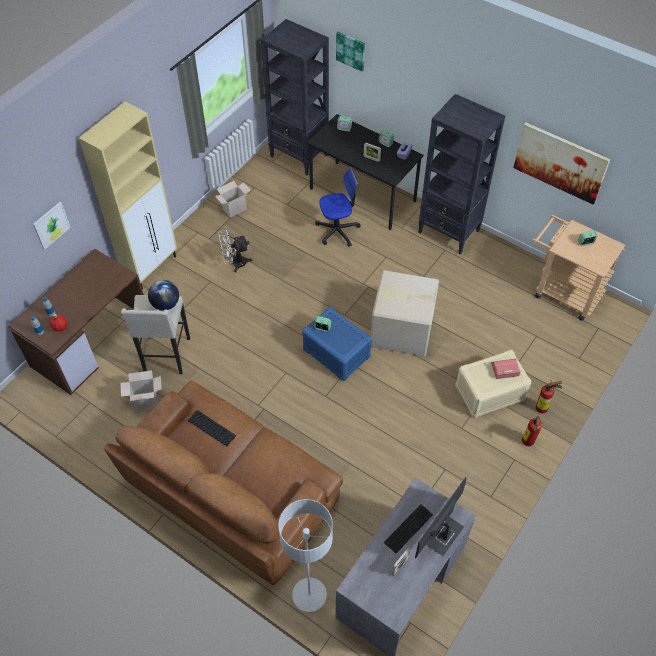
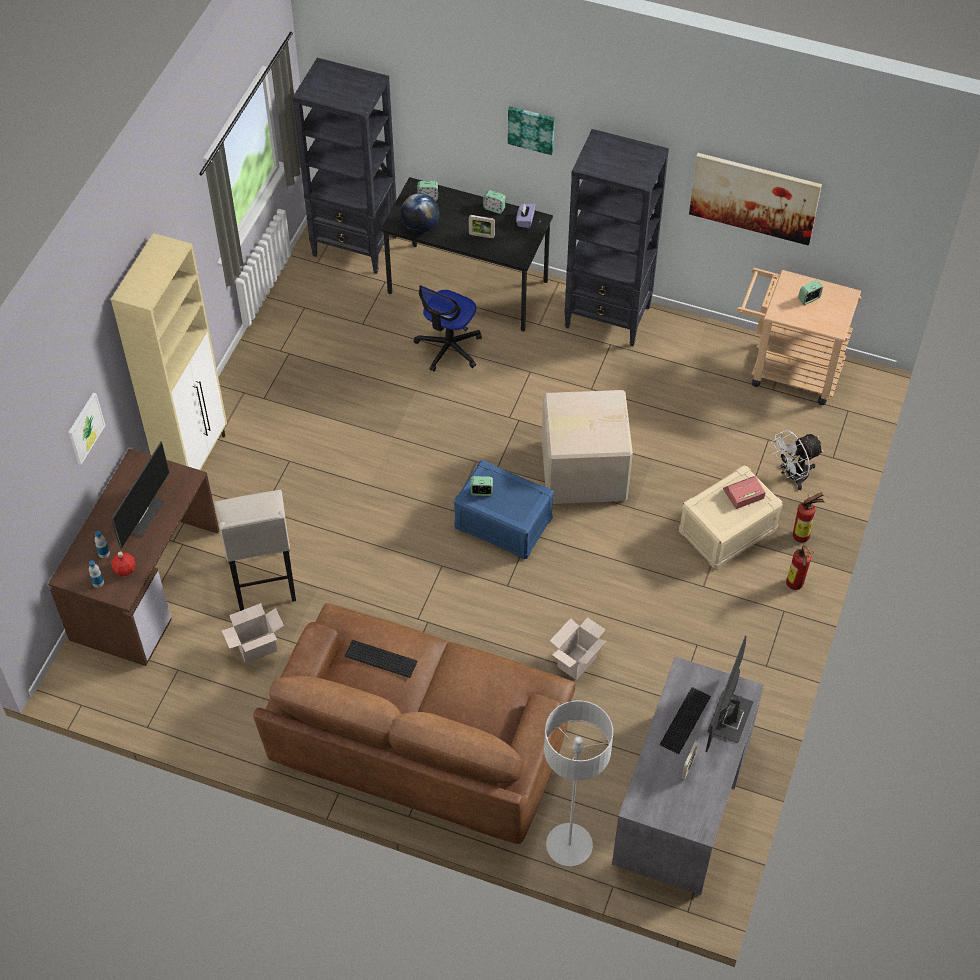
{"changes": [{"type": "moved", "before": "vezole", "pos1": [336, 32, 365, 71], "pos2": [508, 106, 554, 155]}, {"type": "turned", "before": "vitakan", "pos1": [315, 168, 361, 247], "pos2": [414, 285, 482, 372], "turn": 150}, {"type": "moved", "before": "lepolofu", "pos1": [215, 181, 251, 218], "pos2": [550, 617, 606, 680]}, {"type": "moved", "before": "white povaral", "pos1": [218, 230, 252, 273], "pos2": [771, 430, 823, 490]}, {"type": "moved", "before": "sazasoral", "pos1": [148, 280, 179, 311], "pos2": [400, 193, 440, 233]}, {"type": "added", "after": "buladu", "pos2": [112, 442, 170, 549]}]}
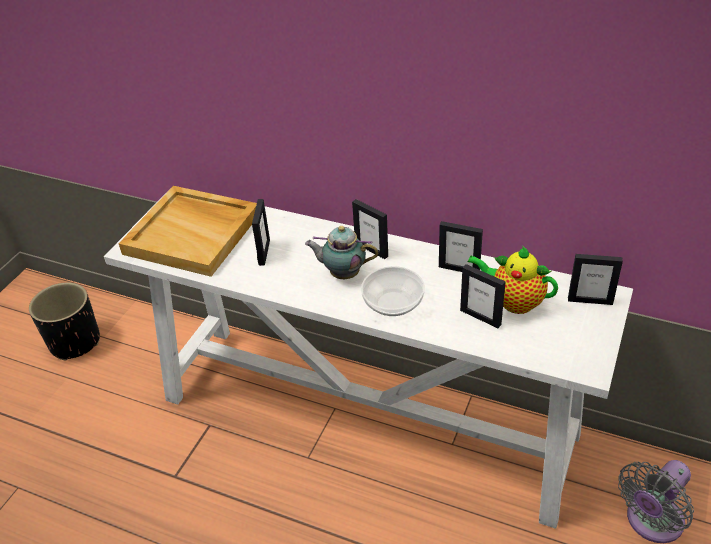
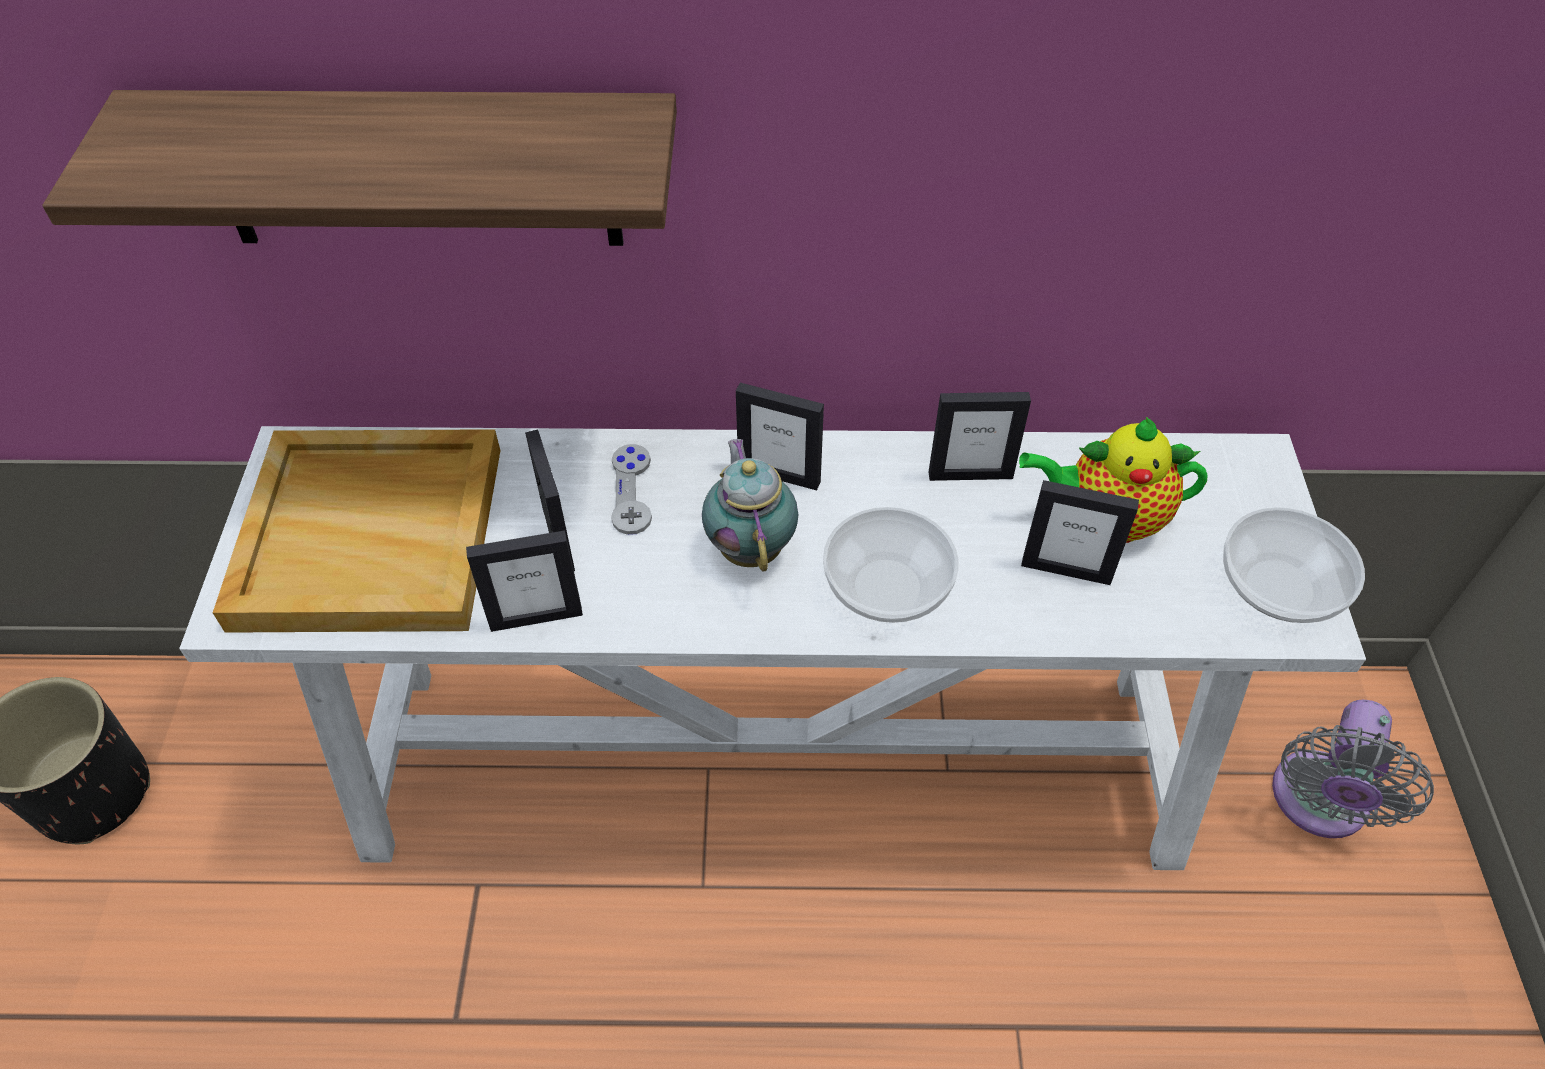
{"changes": [{"type": "turned", "before": "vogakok", "pos1": [305, 226, 378, 279], "pos2": [702, 439, 798, 572], "turn": 90}, {"type": "moved", "before": "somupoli", "pos1": [568, 254, 623, 305], "pos2": [466, 531, 583, 632]}, {"type": "added", "after": "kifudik", "pos2": [42, 90, 677, 246]}, {"type": "added", "after": "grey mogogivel", "pos2": [611, 444, 652, 535]}, {"type": "added", "after": "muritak", "pos2": [1223, 507, 1365, 623]}]}
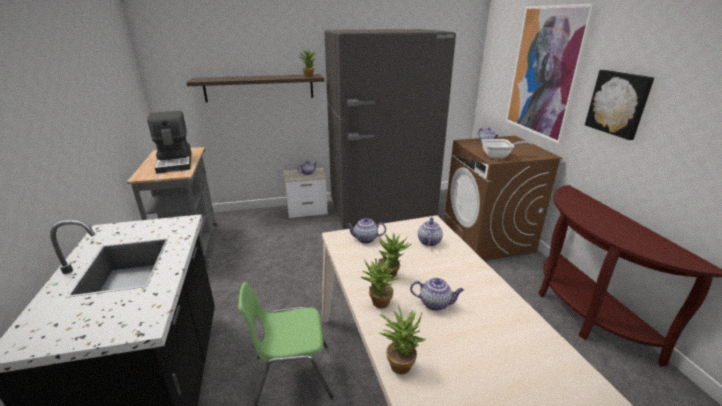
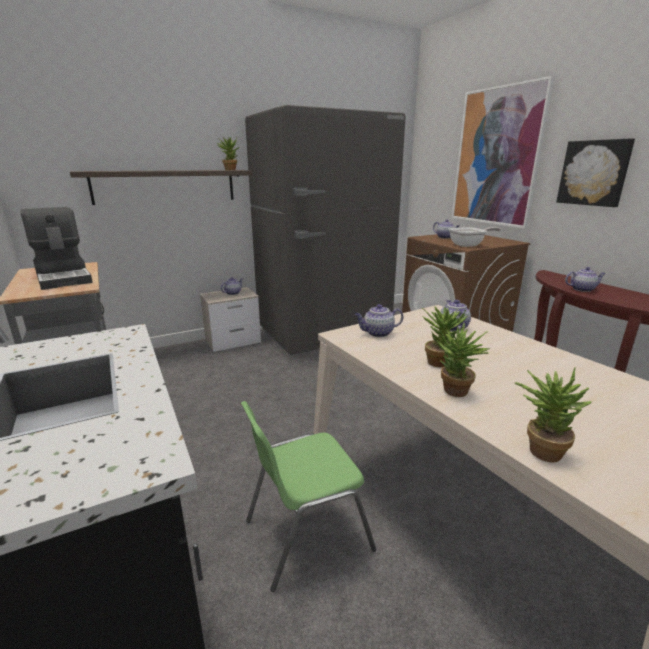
{"changes": [{"type": "moved", "before": "vogakok", "pos1": [410, 278, 464, 311], "pos2": [565, 267, 606, 292]}]}
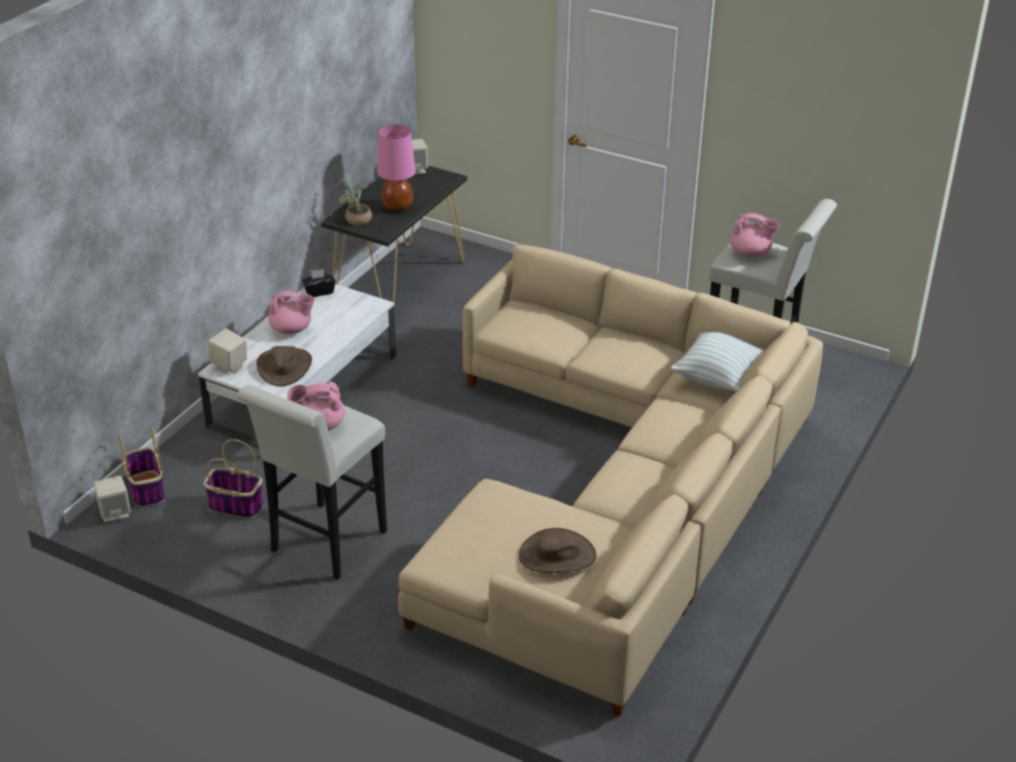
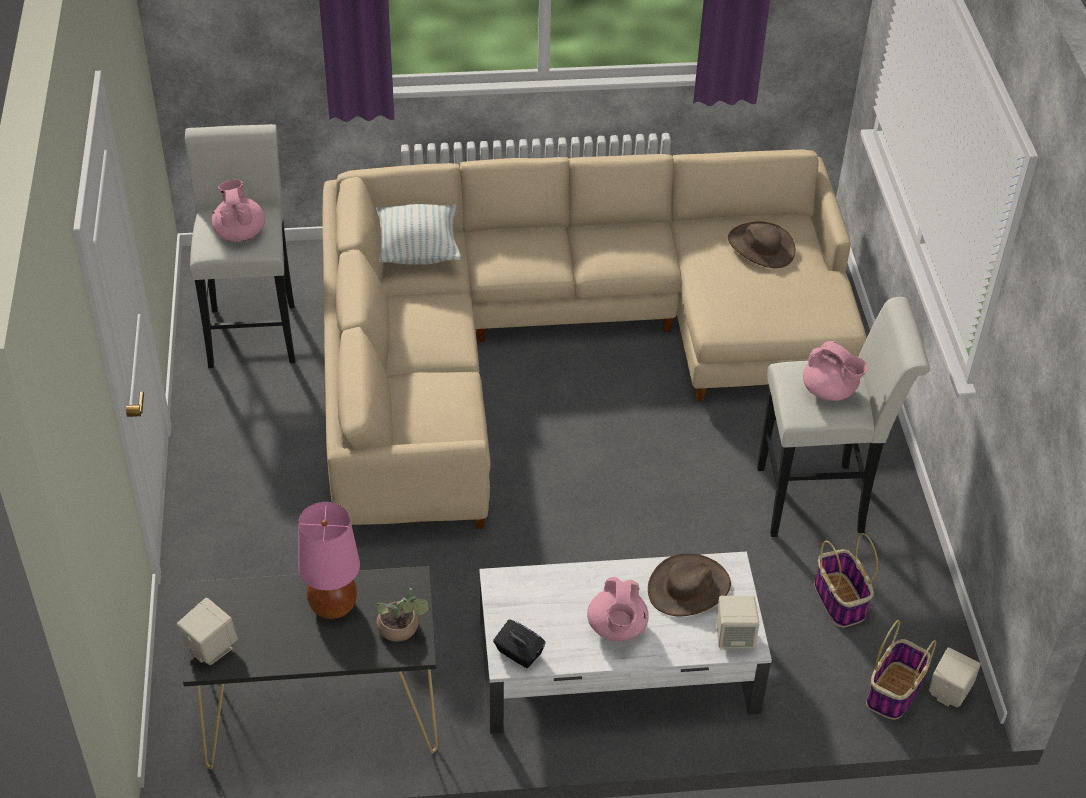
{"changes": [{"type": "turned", "before": "pink vogakok", "pos1": [268, 291, 315, 334], "pos2": [587, 577, 649, 641], "turn": -150}]}
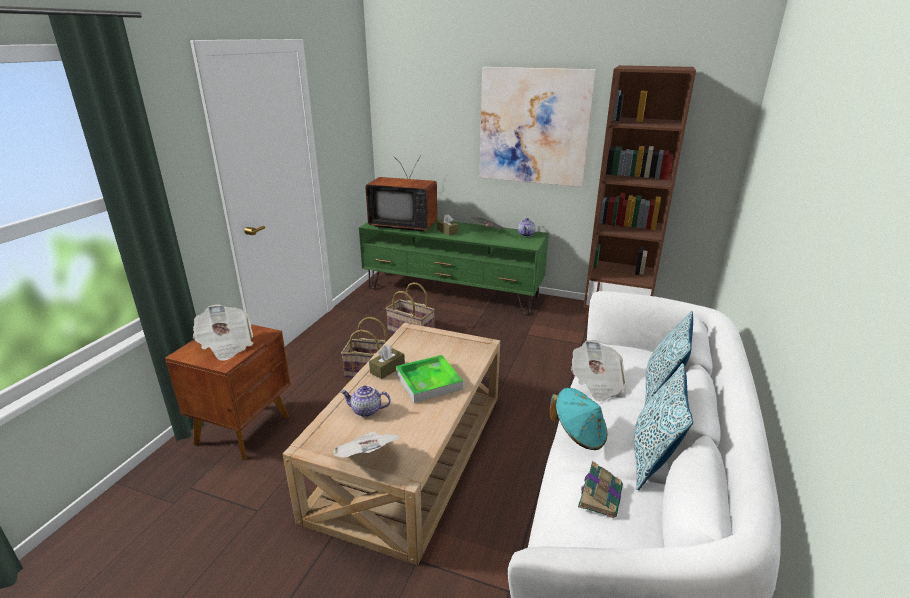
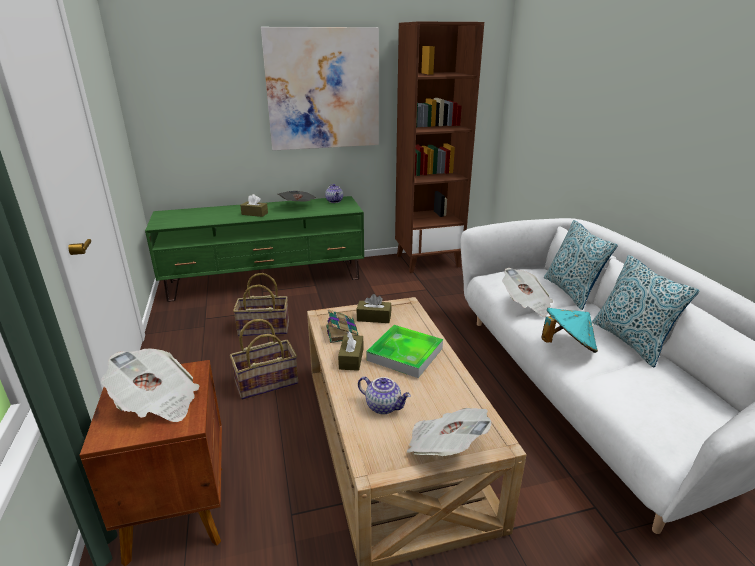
{"changes": [{"type": "removed", "before": "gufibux", "pos1": [365, 156, 437, 232]}, {"type": "turned", "before": "vogakok", "pos1": [340, 386, 391, 417], "pos2": [358, 376, 411, 414], "turn": -120}, {"type": "moved", "before": "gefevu", "pos1": [578, 461, 623, 518], "pos2": [326, 309, 359, 343]}, {"type": "added", "after": "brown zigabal", "pos2": [356, 294, 392, 323]}]}
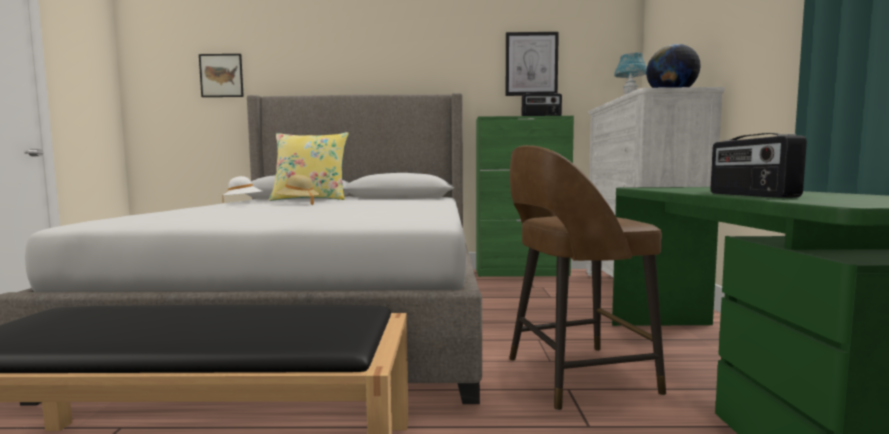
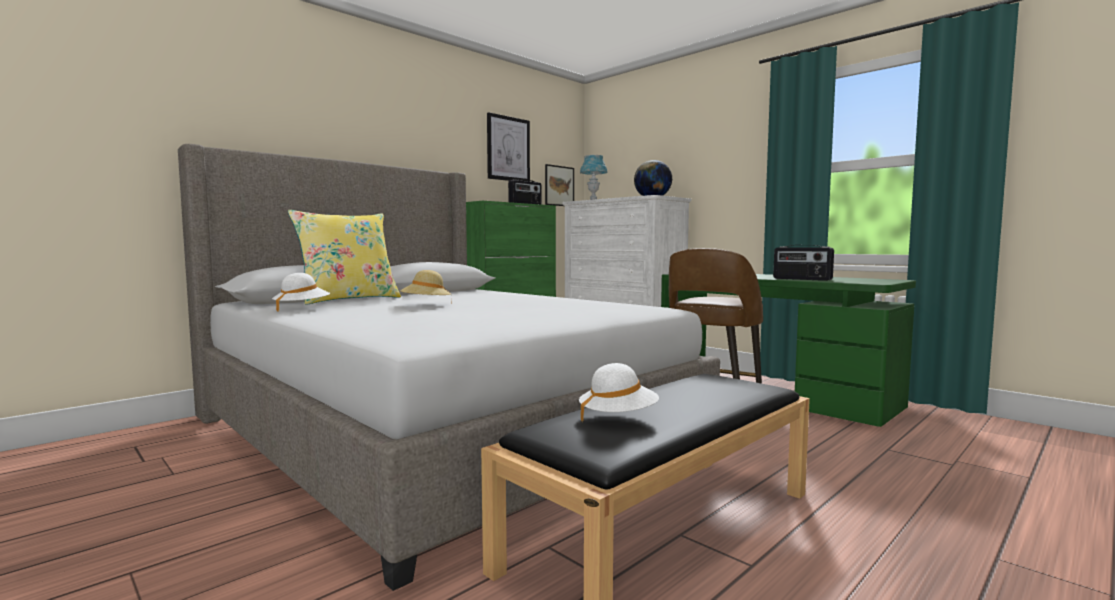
{"changes": [{"type": "moved", "before": "vezole", "pos1": [199, 54, 244, 97], "pos2": [545, 164, 574, 206]}, {"type": "added", "after": "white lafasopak", "pos2": [579, 363, 659, 421]}]}
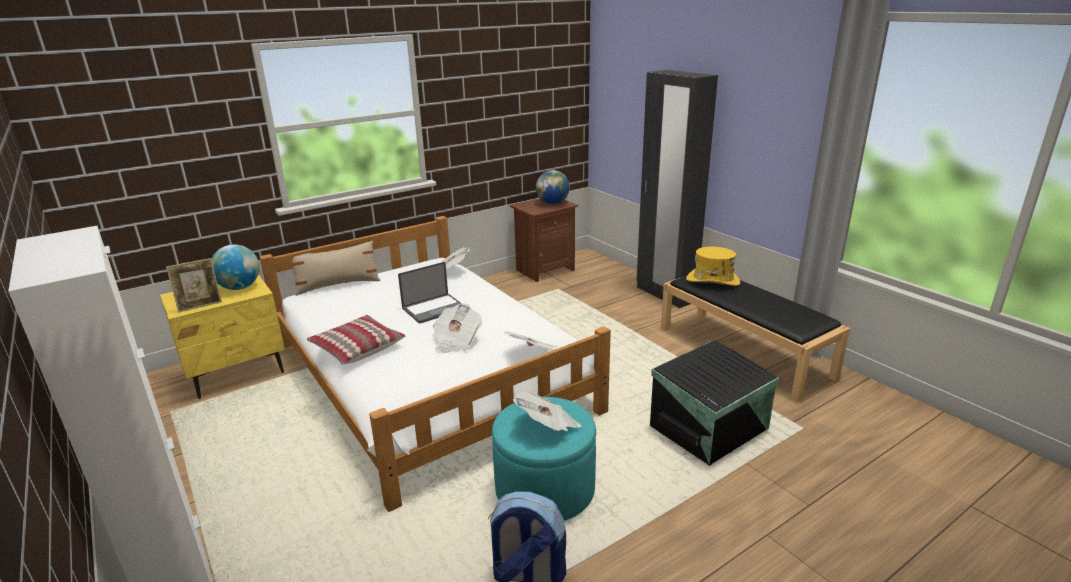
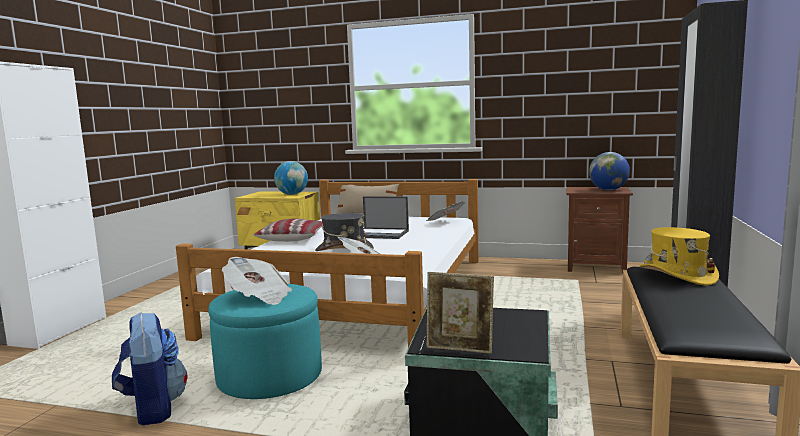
{"changes": [{"type": "moved", "before": "somupoli", "pos1": [166, 258, 222, 312], "pos2": [427, 272, 494, 354]}, {"type": "replaced", "before": "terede", "after": "grey lafasopak", "pos1": [433, 304, 482, 353], "pos2": [315, 213, 374, 251]}]}
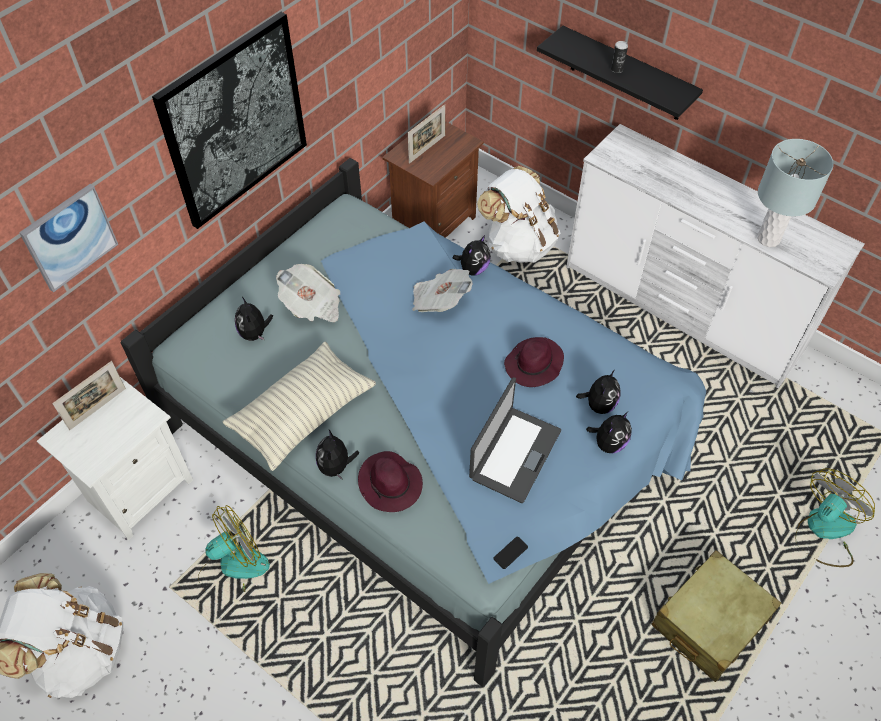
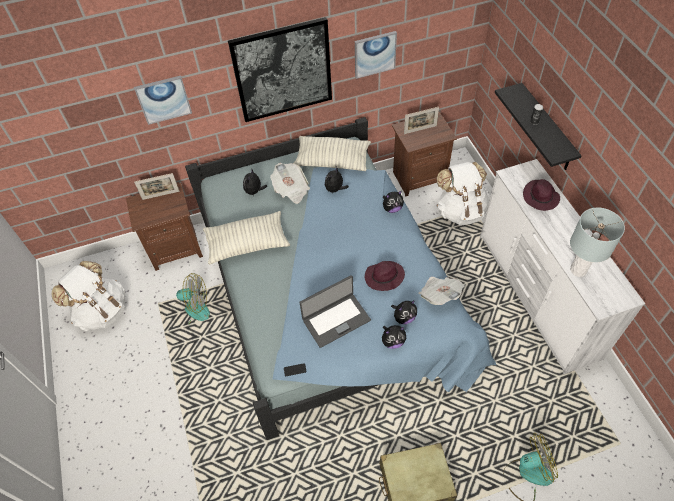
{"changes": [{"type": "moved", "before": "terede", "pos1": [413, 269, 473, 312], "pos2": [418, 277, 465, 305]}, {"type": "recoloured", "before": "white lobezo", "after": "brown lobezo", "pos1": [37, 377, 193, 540], "pos2": [126, 183, 203, 271]}, {"type": "moved", "before": "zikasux", "pos1": [316, 430, 360, 480], "pos2": [325, 167, 349, 193]}, {"type": "moved", "before": "purple lafasopak", "pos1": [358, 451, 423, 512], "pos2": [523, 179, 560, 211]}, {"type": "added", "after": "vezole", "pos2": [355, 31, 397, 79]}, {"type": "added", "after": "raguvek", "pos2": [293, 136, 371, 171]}]}
